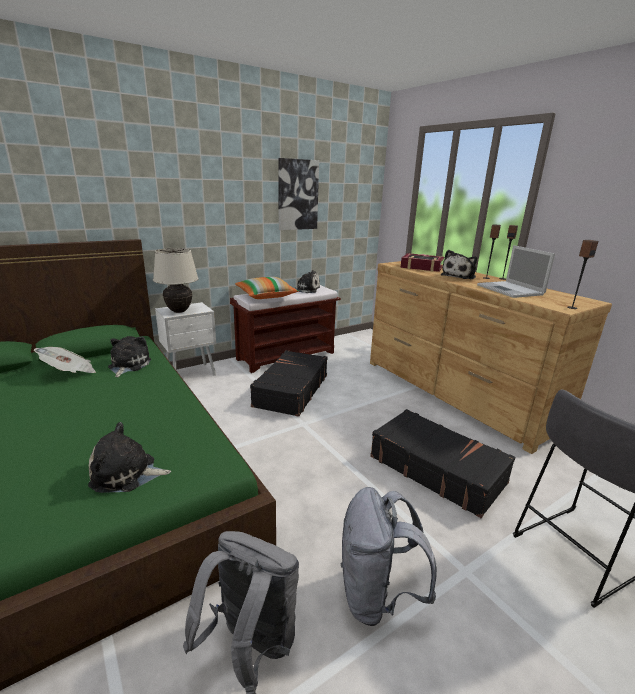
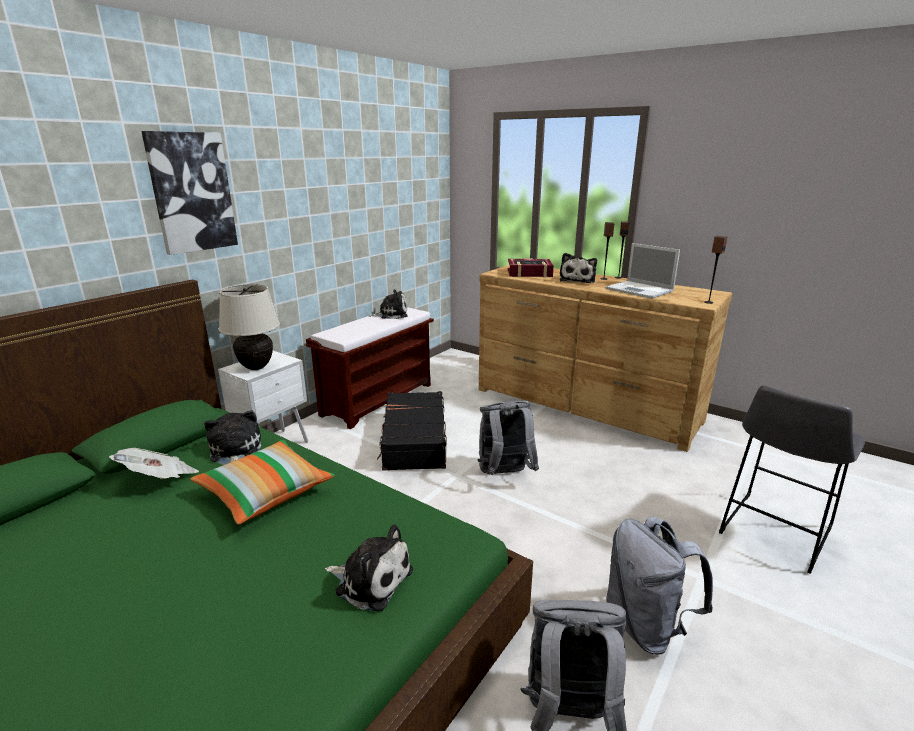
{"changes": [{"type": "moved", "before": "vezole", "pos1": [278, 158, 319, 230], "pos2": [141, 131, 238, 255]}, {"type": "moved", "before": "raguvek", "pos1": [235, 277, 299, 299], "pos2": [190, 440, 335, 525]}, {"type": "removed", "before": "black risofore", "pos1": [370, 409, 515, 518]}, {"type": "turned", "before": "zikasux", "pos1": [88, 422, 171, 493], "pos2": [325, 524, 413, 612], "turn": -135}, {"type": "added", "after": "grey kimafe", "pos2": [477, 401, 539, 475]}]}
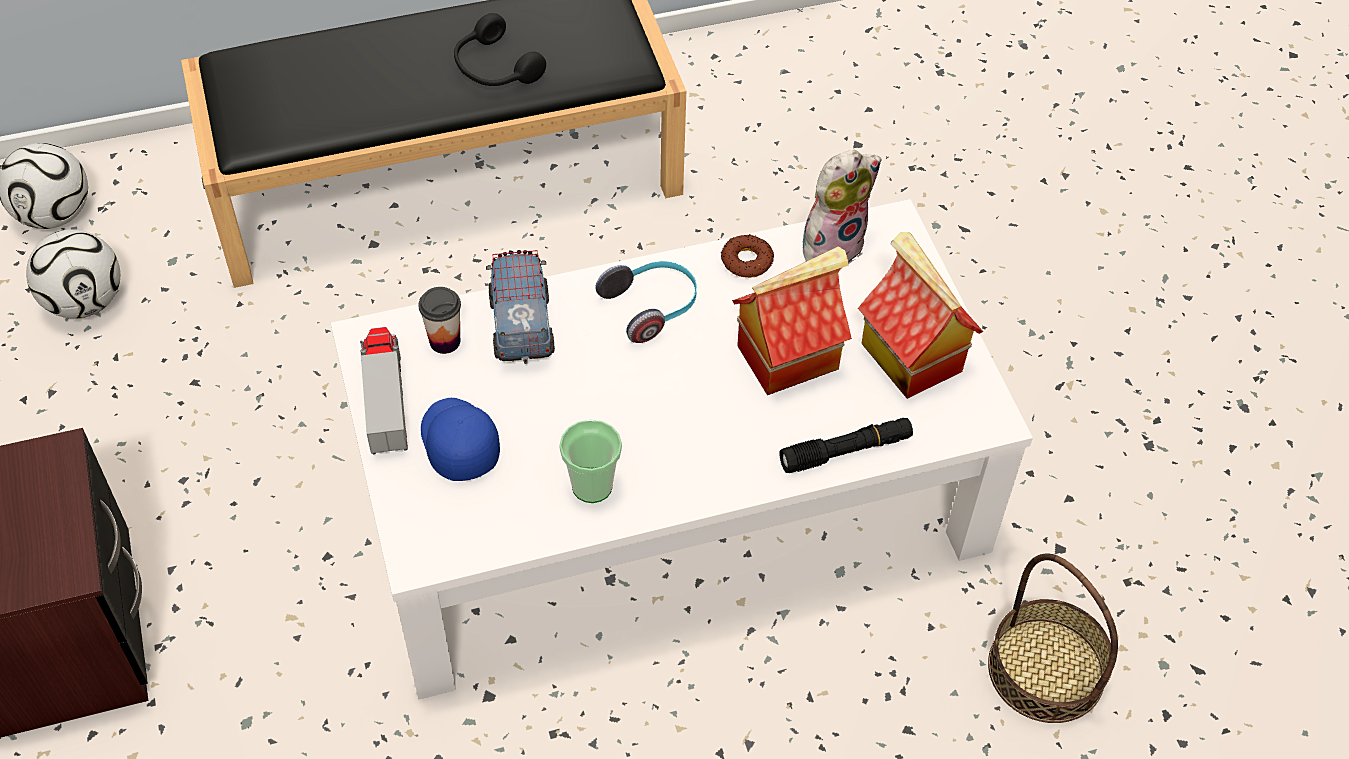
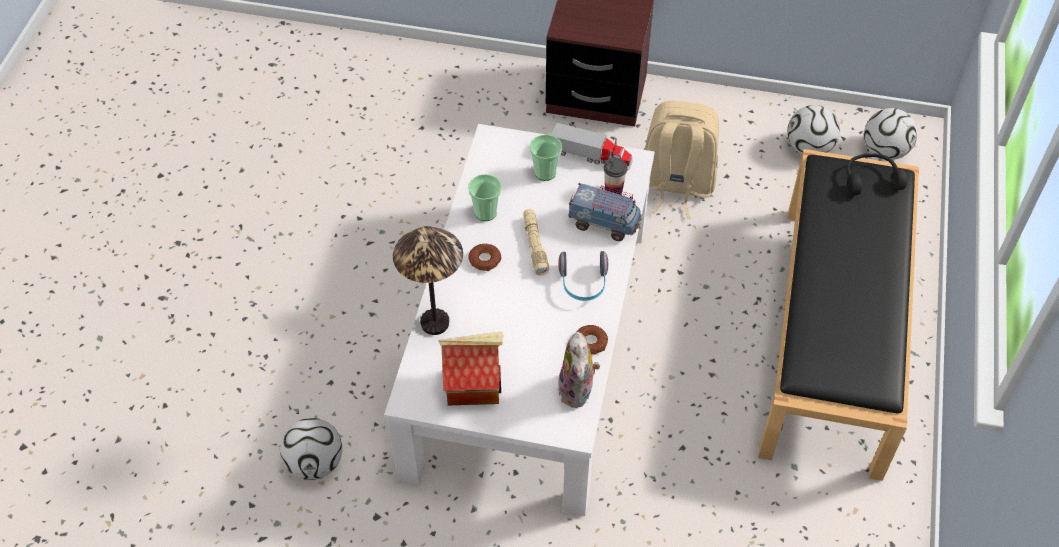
{"changes": [{"type": "moved", "before": "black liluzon", "pos1": [454, 13, 546, 86], "pos2": [846, 153, 907, 195]}, {"type": "removed", "before": "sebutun", "pos1": [732, 246, 852, 395]}, {"type": "replaced", "before": "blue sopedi", "after": "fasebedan", "pos1": [421, 398, 500, 481], "pos2": [530, 134, 562, 181]}, {"type": "replaced", "before": "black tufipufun", "after": "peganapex", "pos1": [779, 418, 913, 473], "pos2": [393, 226, 463, 335]}, {"type": "replaced", "before": "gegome", "after": "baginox", "pos1": [988, 553, 1118, 723], "pos2": [280, 418, 342, 480]}, {"type": "added", "after": "beige kimafe", "pos2": [644, 101, 719, 218]}, {"type": "added", "after": "beige tufipufun", "pos2": [523, 209, 549, 276]}, {"type": "added", "after": "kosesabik", "pos2": [468, 243, 502, 271]}]}
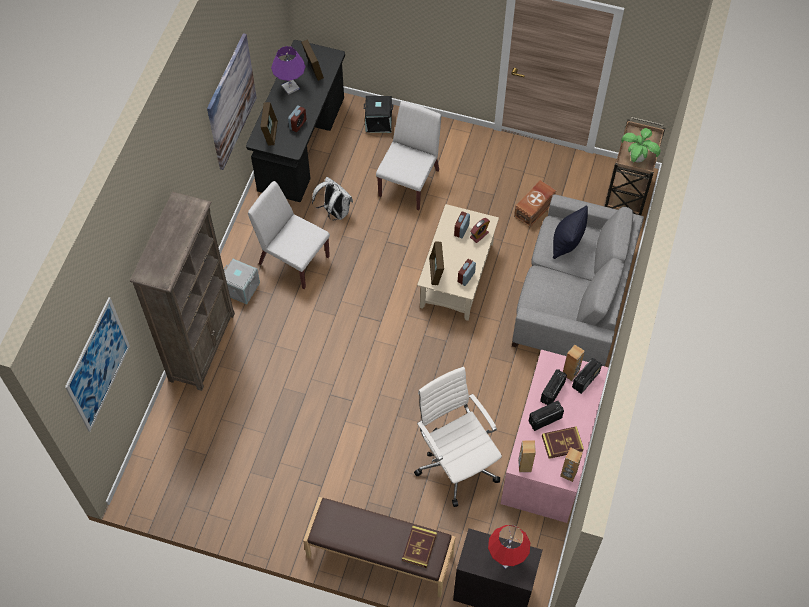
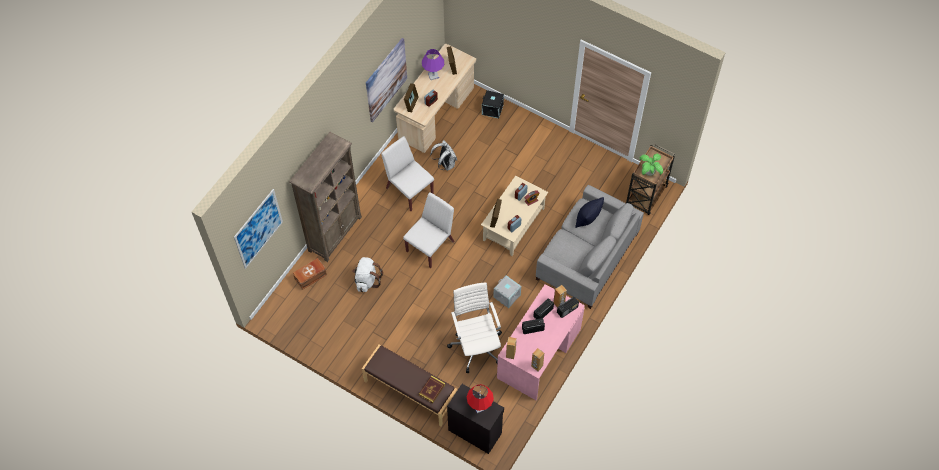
{"changes": [{"type": "recoloured", "before": "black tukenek", "after": "beige tukenek", "pos1": [246, 40, 345, 202], "pos2": [394, 44, 476, 153]}, {"type": "moved", "before": "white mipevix", "pos1": [376, 101, 441, 211], "pos2": [403, 192, 455, 268]}, {"type": "moved", "before": "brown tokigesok", "pos1": [514, 180, 556, 227], "pos2": [293, 258, 327, 290]}, {"type": "moved", "before": "grey tokigesok", "pos1": [224, 259, 260, 304], "pos2": [493, 275, 521, 308]}, {"type": "removed", "before": "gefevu", "pos1": [542, 426, 584, 459]}, {"type": "added", "after": "white kimafe", "pos2": [352, 257, 383, 292]}]}
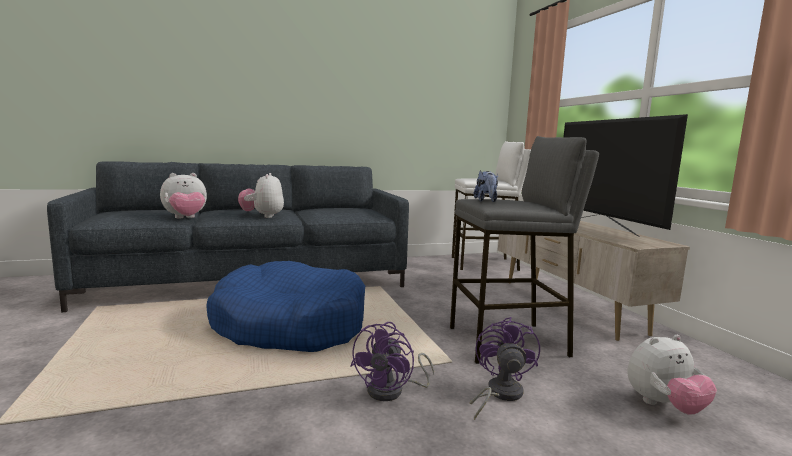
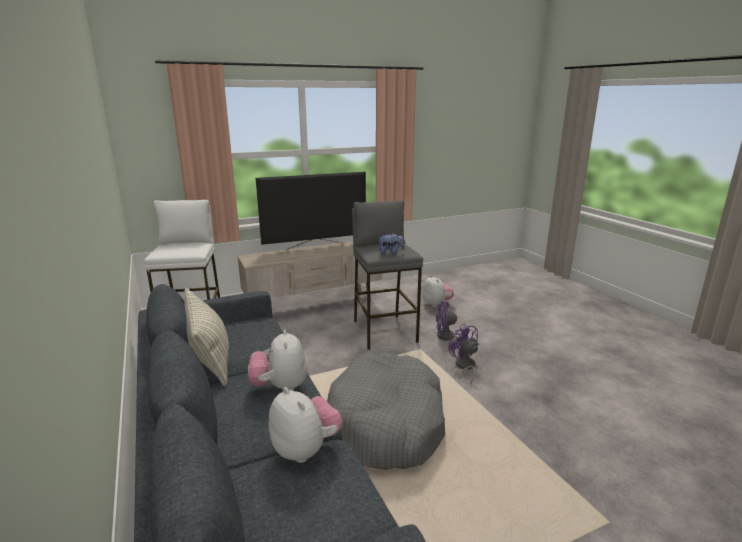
{"changes": [{"type": "turned", "before": "zikasux", "pos1": [238, 173, 284, 218], "pos2": [248, 330, 307, 391], "turn": 90}, {"type": "recoloured", "before": "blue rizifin", "after": "grey rizifin", "pos1": [206, 261, 365, 352], "pos2": [327, 353, 445, 470]}, {"type": "turned", "before": "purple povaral", "pos1": [350, 322, 434, 401], "pos2": [448, 324, 479, 385], "turn": -135}, {"type": "added", "after": "raguvek", "pos2": [184, 288, 229, 387]}]}
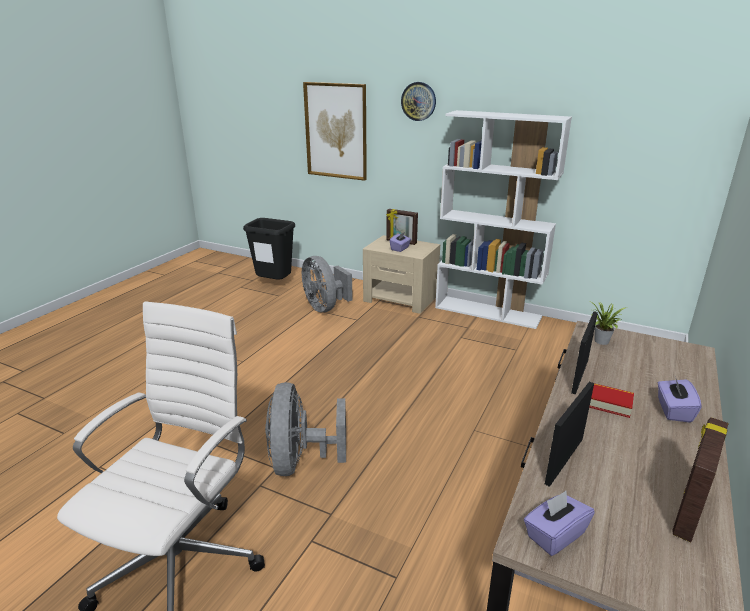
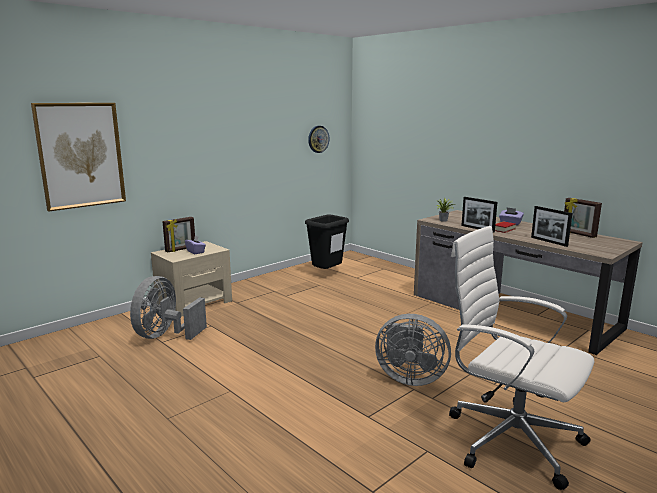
{"changes": [{"type": "moved", "before": "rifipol", "pos1": [401, 82, 436, 121], "pos2": [308, 126, 329, 153]}, {"type": "removed", "before": "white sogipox", "pos1": [435, 110, 572, 329]}, {"type": "moved", "before": "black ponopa", "pos1": [243, 218, 295, 280], "pos2": [305, 215, 349, 269]}, {"type": "turned", "before": "grey povaral", "pos1": [302, 256, 353, 312], "pos2": [130, 276, 207, 340], "turn": 120}, {"type": "removed", "before": "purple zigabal", "pos1": [524, 491, 595, 556]}]}
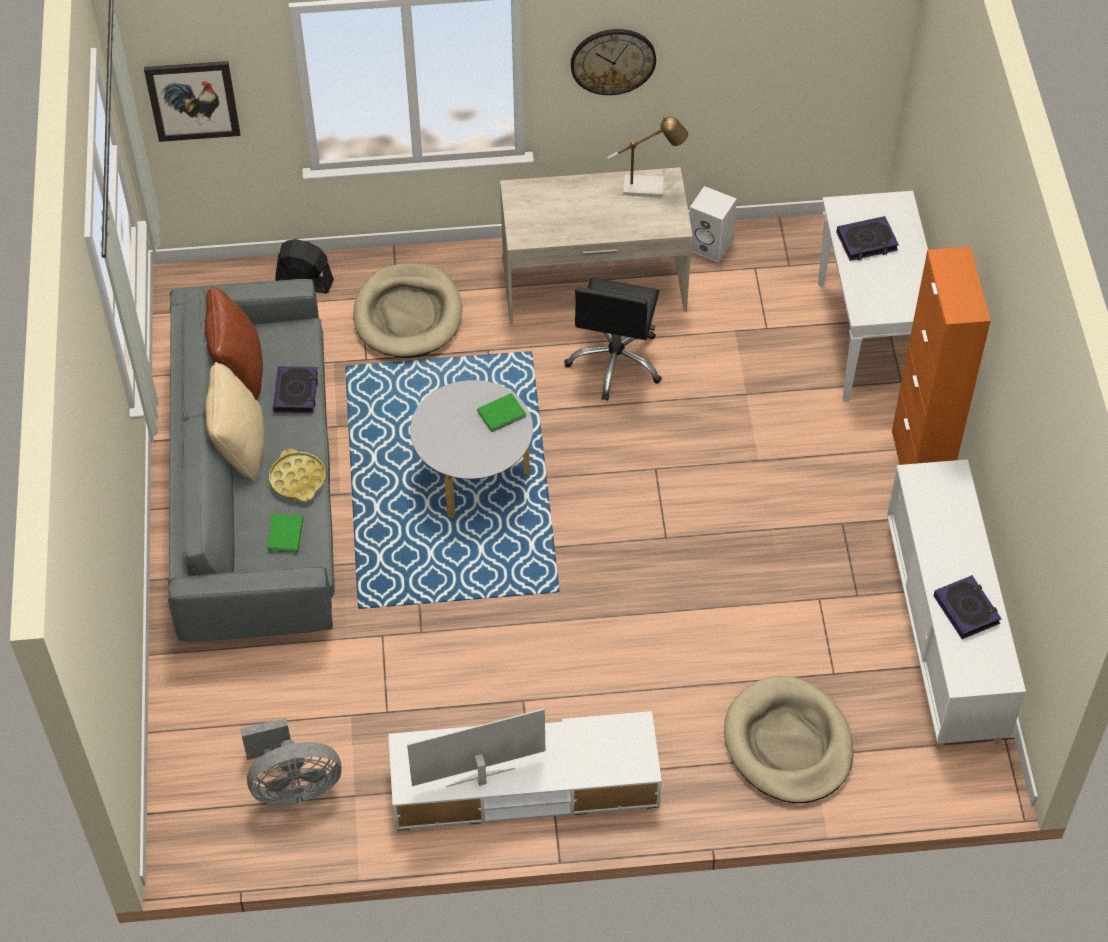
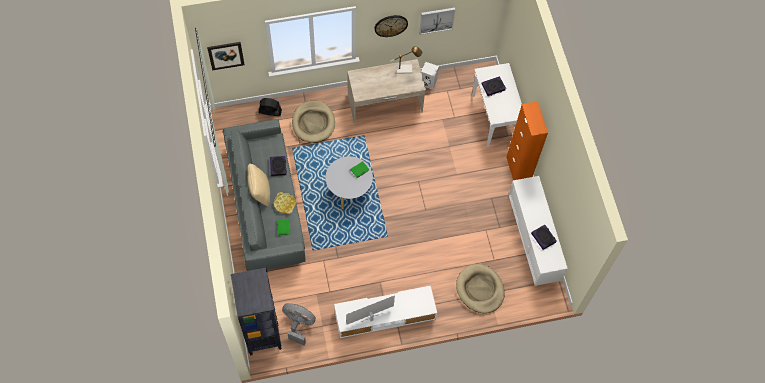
{"changes": [{"type": "removed", "before": "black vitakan", "pos1": [564, 277, 662, 401]}, {"type": "removed", "before": "brown raguvek", "pos1": [205, 286, 263, 400]}, {"type": "turned", "before": "grey povaral", "pos1": [240, 718, 341, 805], "pos2": [282, 303, 316, 346], "turn": -135}, {"type": "added", "after": "vezole", "pos2": [419, 7, 456, 35]}, {"type": "added", "after": "black sogipox", "pos2": [231, 268, 282, 355]}]}
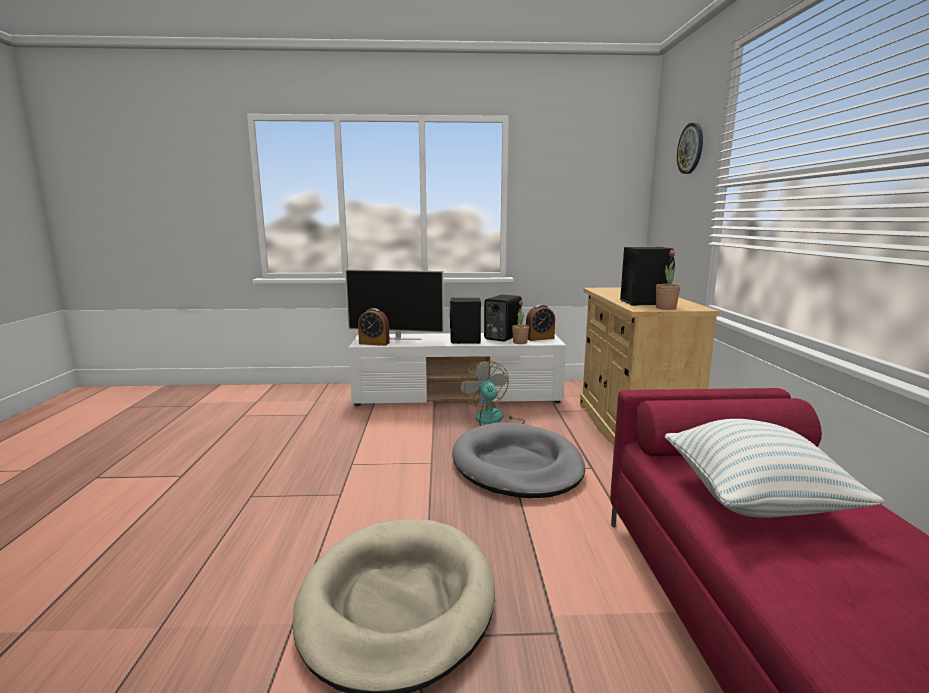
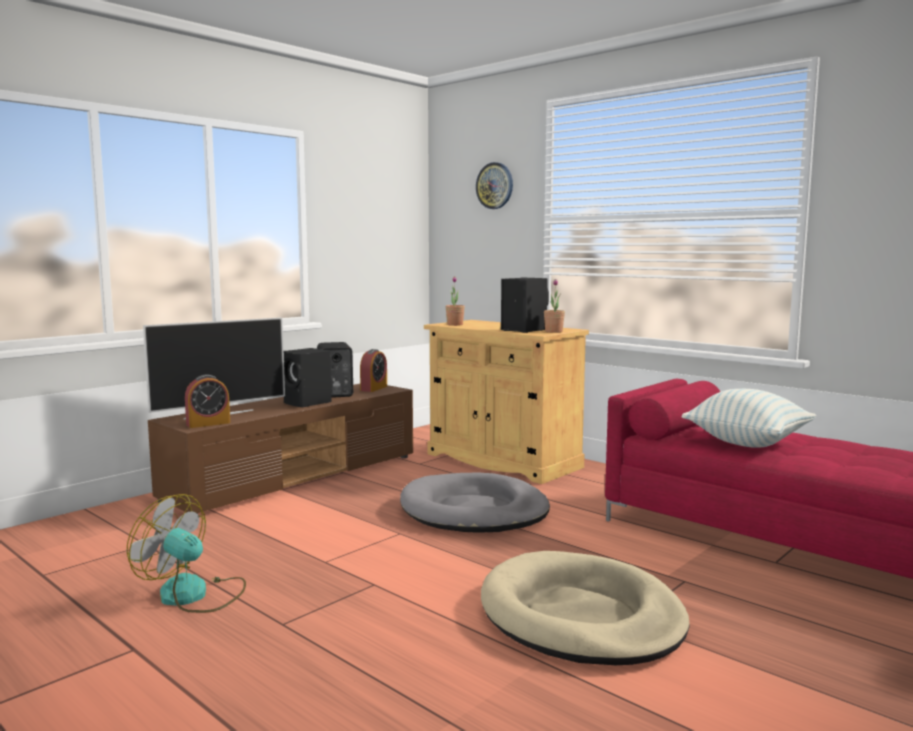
{"changes": [{"type": "moved", "before": "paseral", "pos1": [512, 300, 529, 344], "pos2": [446, 276, 465, 326]}, {"type": "recoloured", "before": "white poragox", "after": "brown poragox", "pos1": [349, 333, 566, 406], "pos2": [148, 384, 413, 514]}, {"type": "moved", "before": "povaral", "pos1": [460, 361, 525, 426], "pos2": [127, 494, 246, 613]}]}
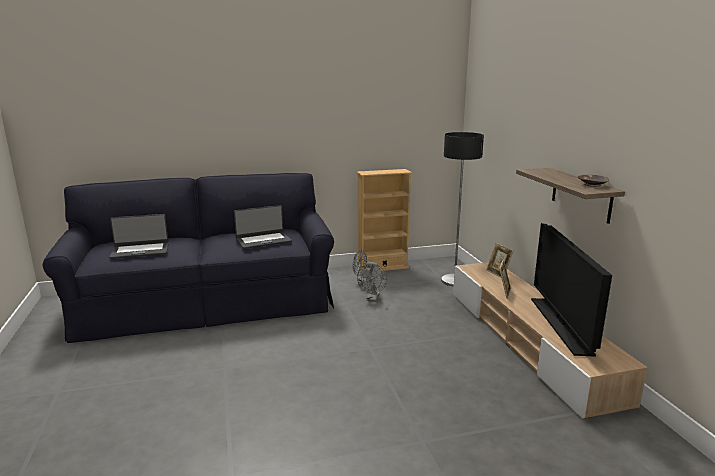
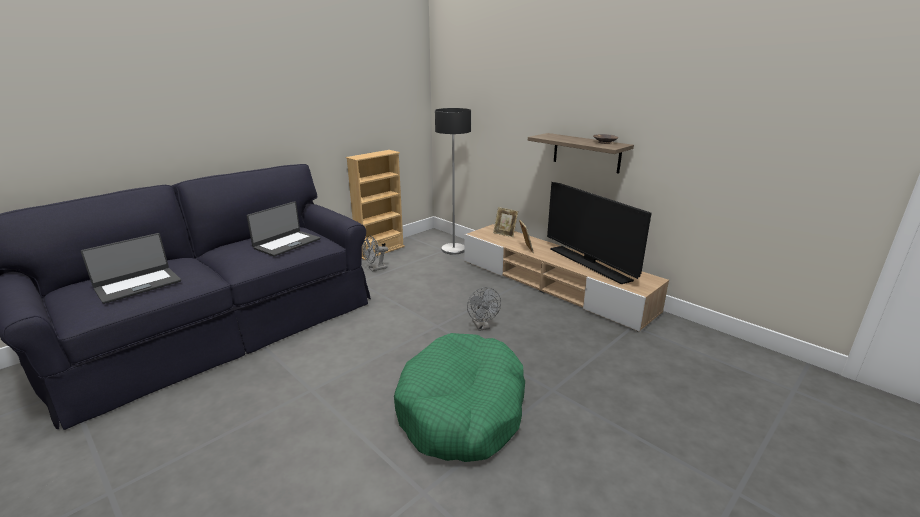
{"changes": [{"type": "moved", "before": "grey povaral", "pos1": [357, 264, 387, 301], "pos2": [467, 287, 501, 331]}, {"type": "added", "after": "green rizifin", "pos2": [394, 333, 525, 462]}]}
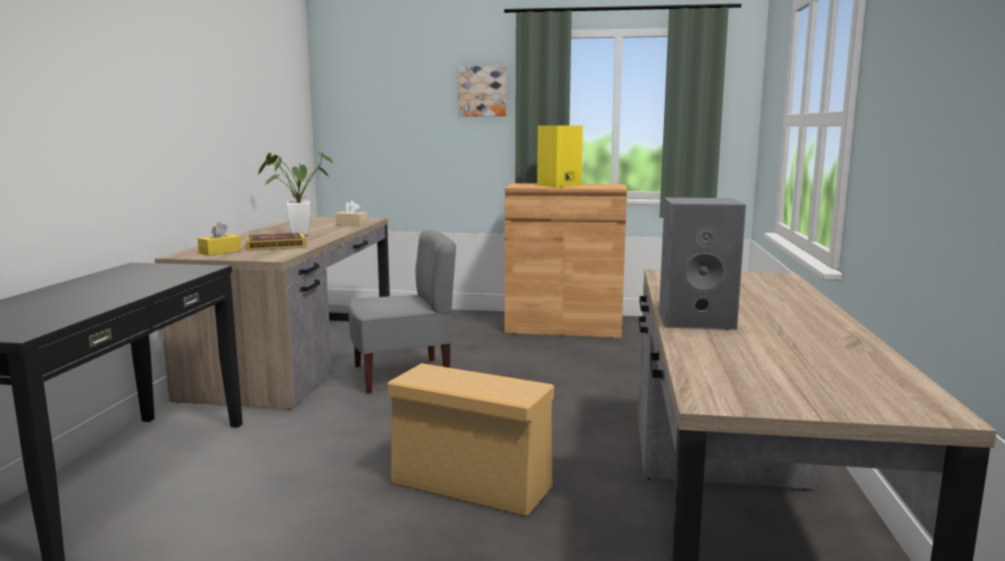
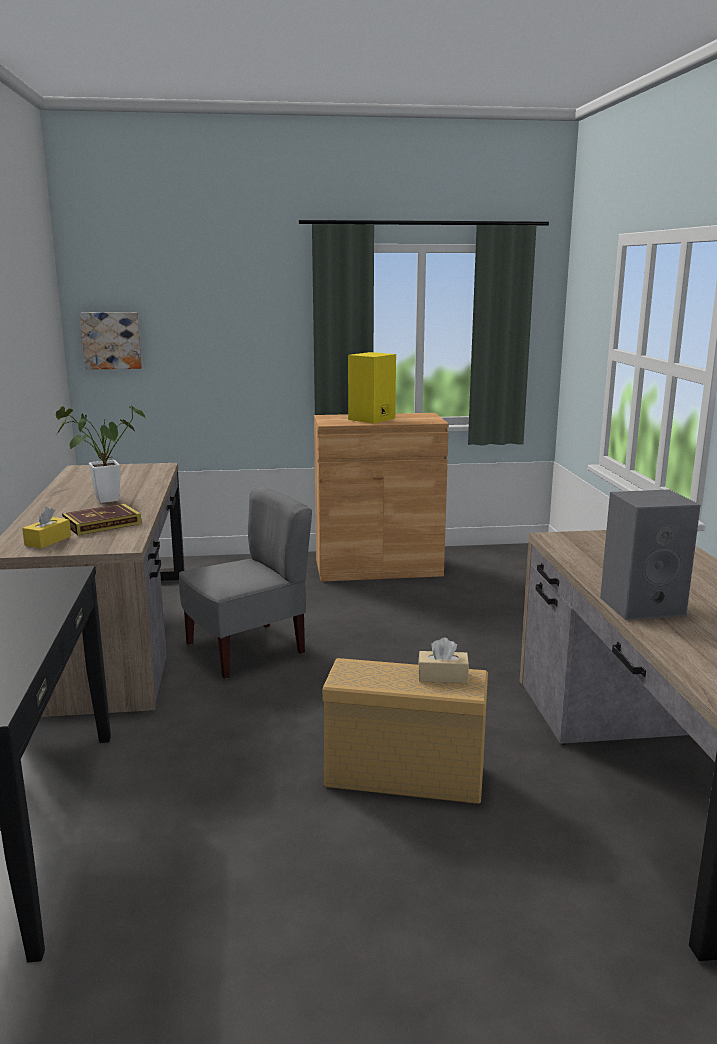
{"changes": [{"type": "moved", "before": "vezole", "pos1": [458, 66, 506, 116], "pos2": [80, 312, 142, 369]}, {"type": "moved", "before": "beige zigabal", "pos1": [335, 201, 368, 226], "pos2": [418, 638, 469, 683]}]}
